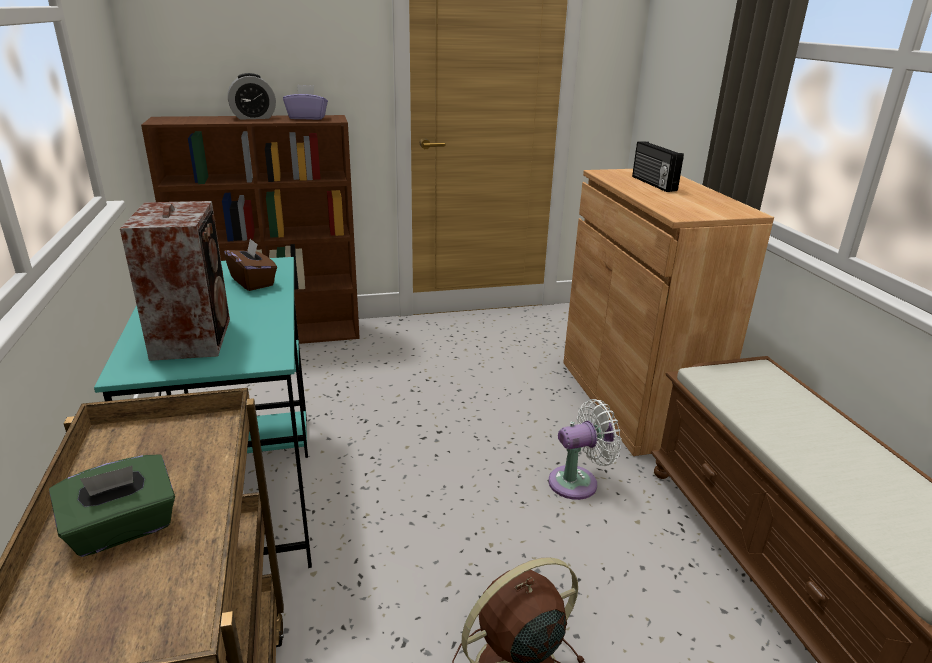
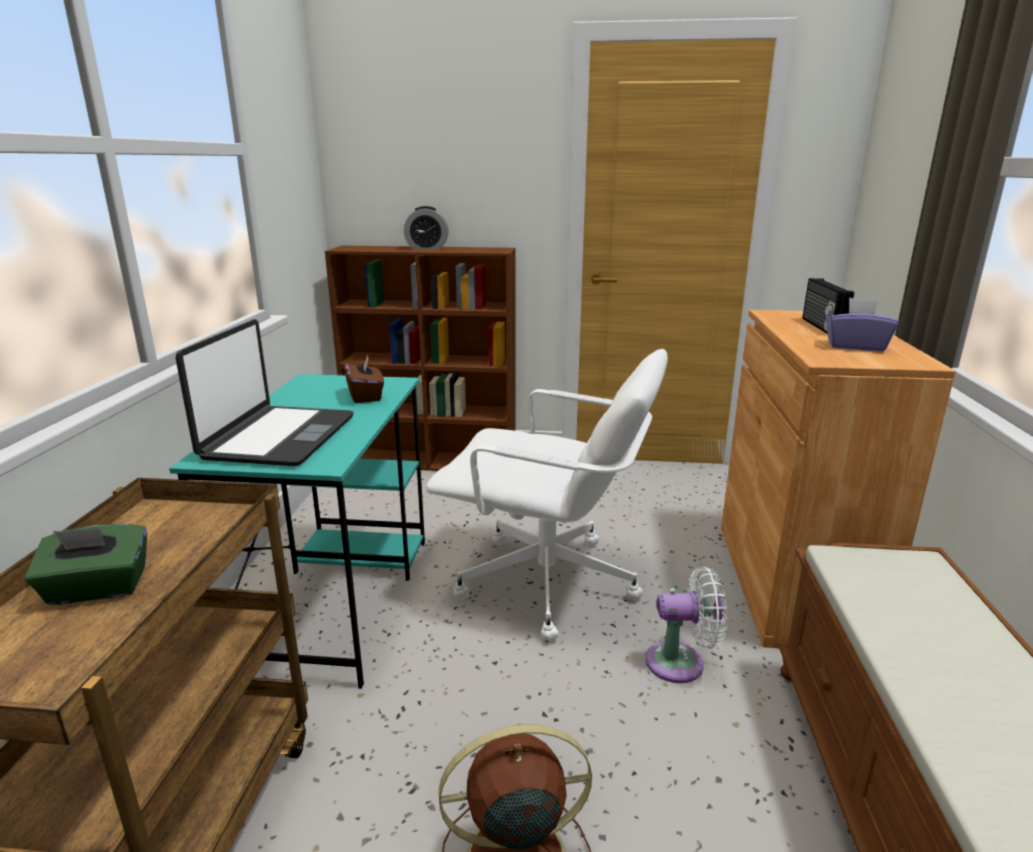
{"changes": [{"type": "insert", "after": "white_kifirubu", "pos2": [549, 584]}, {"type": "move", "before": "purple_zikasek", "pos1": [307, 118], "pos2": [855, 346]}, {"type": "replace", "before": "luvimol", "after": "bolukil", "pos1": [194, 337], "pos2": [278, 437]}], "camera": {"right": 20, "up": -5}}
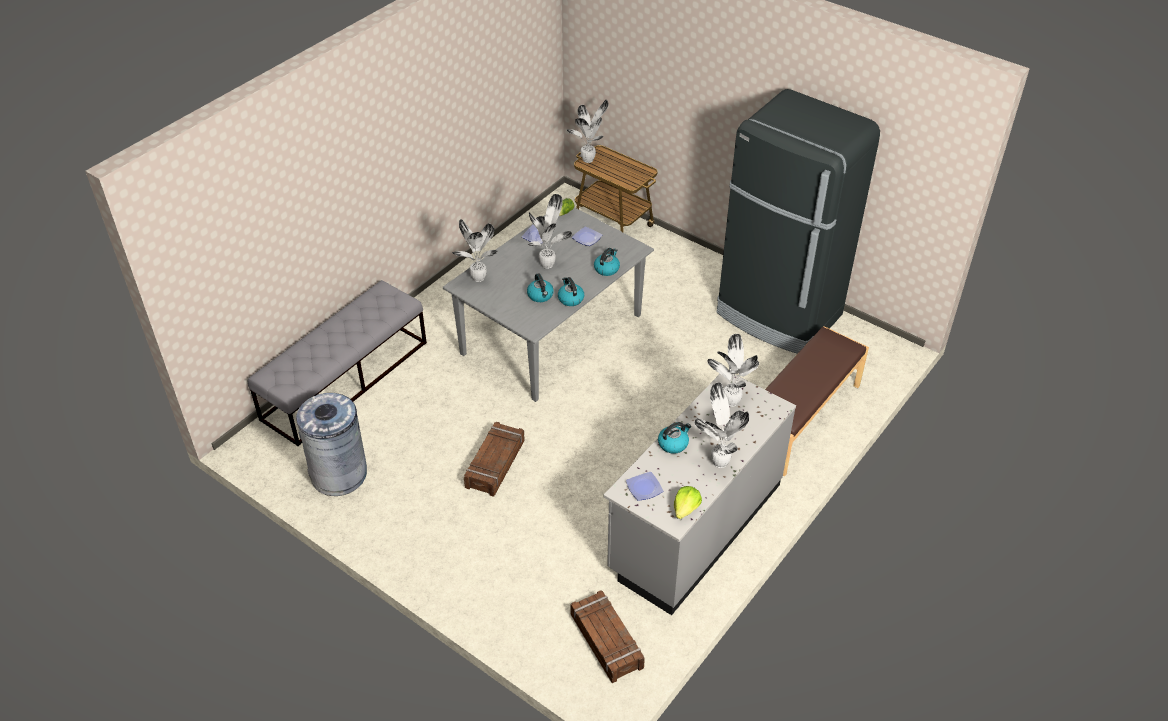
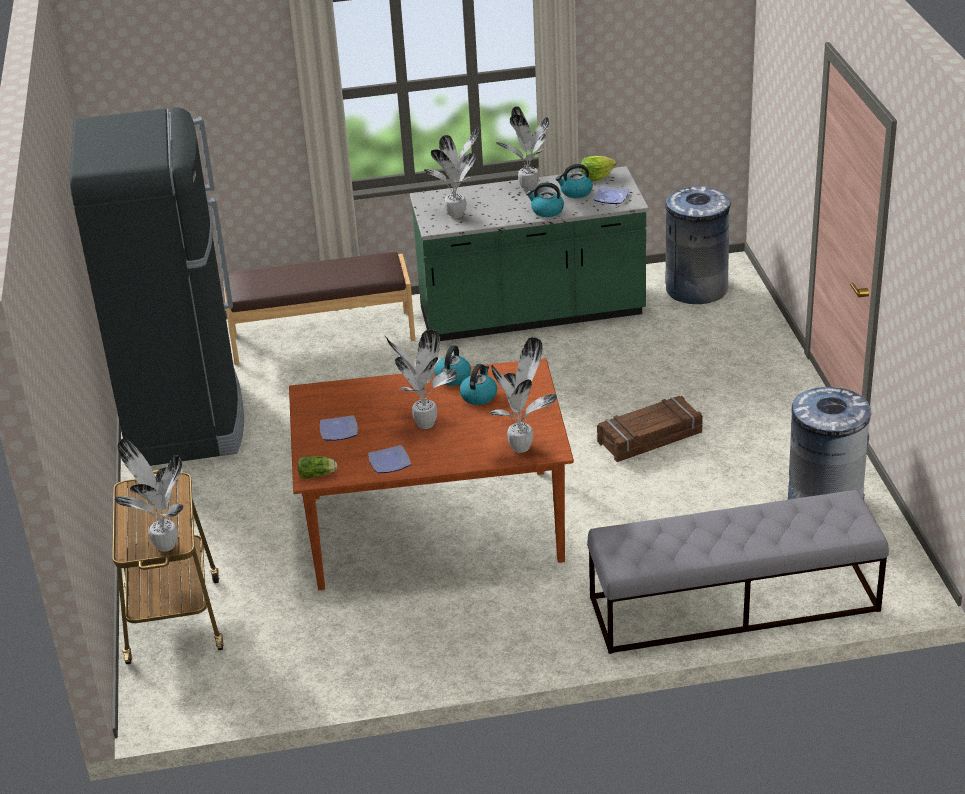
{"changes": [{"type": "move", "before": "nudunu", "pos1": [607, 269], "pos2": [575, 192]}, {"type": "replace", "before": "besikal", "after": "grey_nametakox", "pos1": [605, 641], "pos2": [696, 289]}, {"type": "recolor", "before": "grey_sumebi", "after": "brown_sumebi", "pos1": [552, 335], "pos2": [435, 527]}, {"type": "recolor", "before": "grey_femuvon", "after": "green_femuvon", "pos1": [694, 527], "pos2": [532, 315]}], "camera": {"right": -135, "up": -10}}
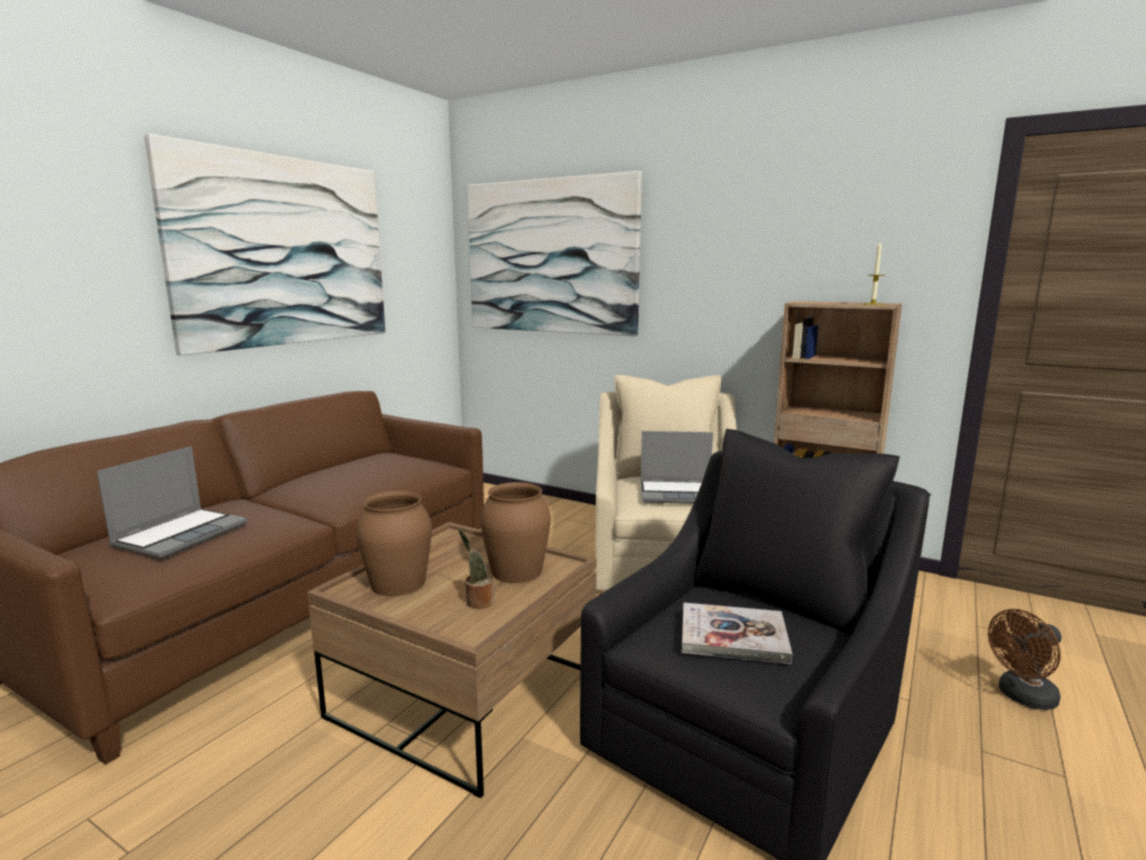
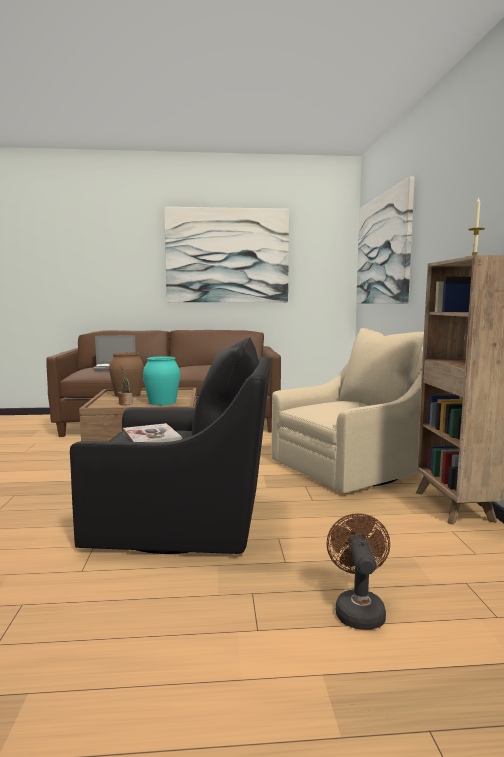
{"changes": [{"type": "delete", "before": "bolukil", "pos1": [678, 493]}, {"type": "recolor", "before": "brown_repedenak", "after": "turquoise_repedenak", "pos1": [516, 571], "pos2": [162, 402]}, {"type": "rotate", "before": "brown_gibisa", "pos1": [1022, 697], "pos2": [358, 609], "turn": 60}], "camera": {"right": 55, "up": -5}}
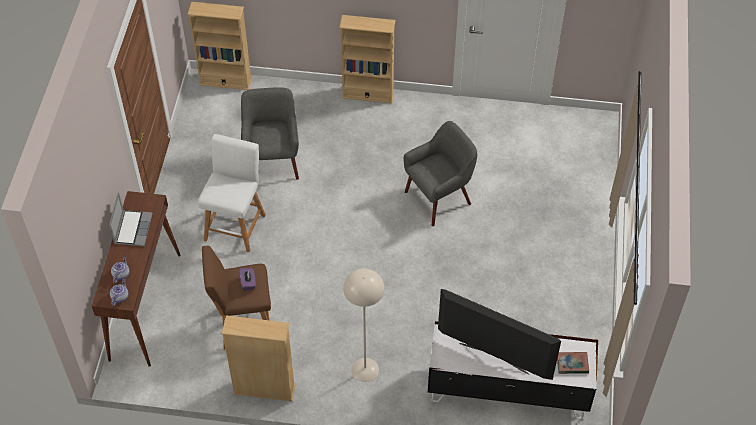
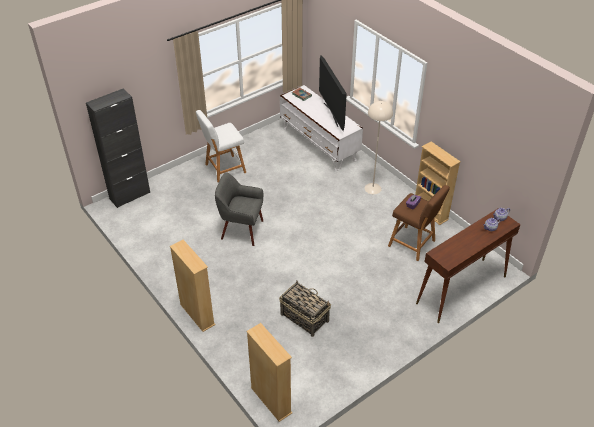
{"changes": [{"type": "delete", "before": "bolukil", "pos1": [132, 228]}, {"type": "insert", "after": "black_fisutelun", "pos2": [130, 195]}, {"type": "move", "before": "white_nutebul", "pos1": [236, 225], "pos2": [223, 169]}, {"type": "replace", "before": "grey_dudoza", "after": "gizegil", "pos1": [273, 161], "pos2": [304, 317]}], "camera": {"right": -135, "up": -10}}
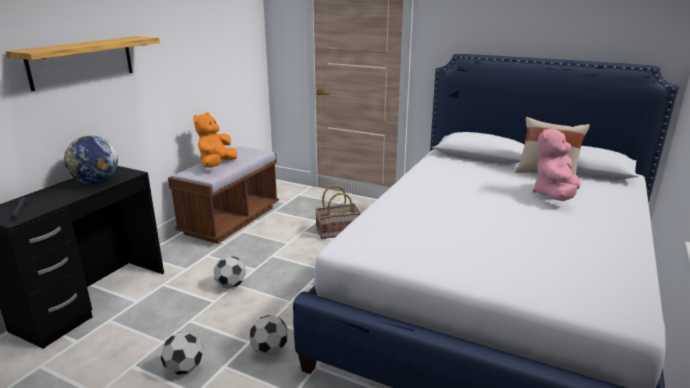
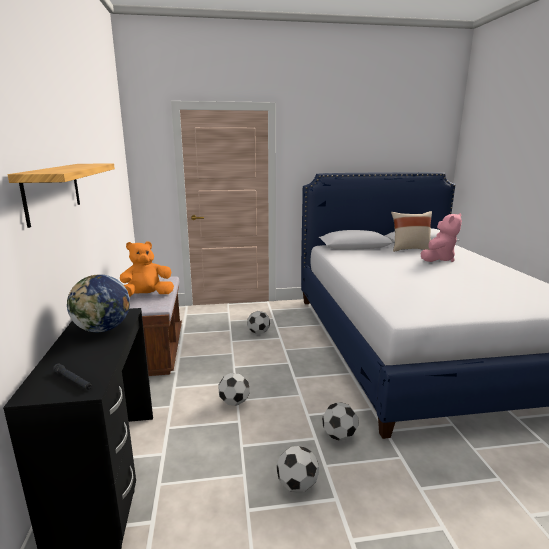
{"changes": [{"type": "replace", "before": "gizegil", "after": "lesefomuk", "pos1": [338, 231], "pos2": [258, 332]}, {"type": "rotate", "before": "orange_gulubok", "pos1": [217, 165], "pos2": [146, 296], "turn": 75}, {"type": "rotate", "before": "pink_gulubok", "pos1": [554, 196], "pos2": [438, 259], "turn": -135}], "camera": {"right": -35, "up": -5}}
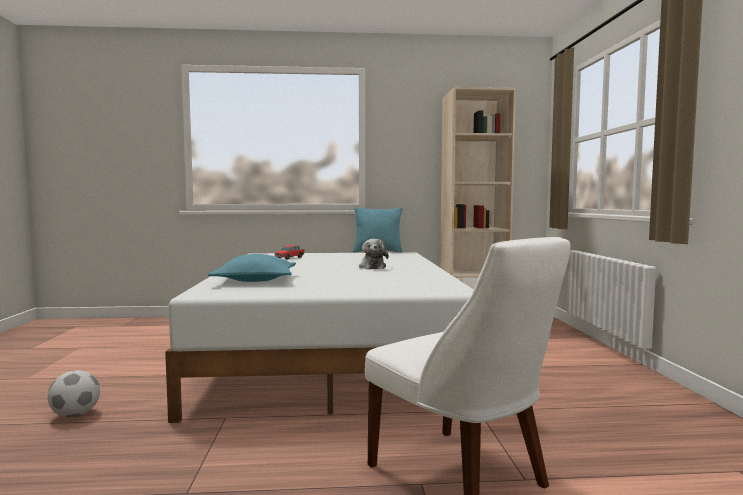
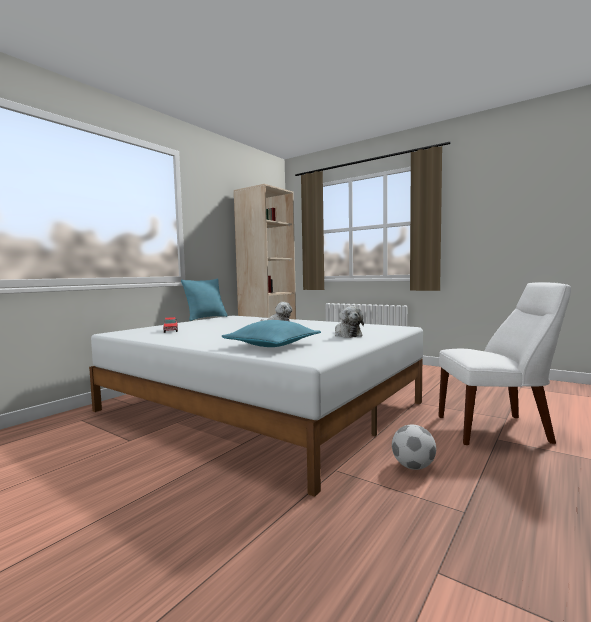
{"changes": [{"type": "insert", "after": "gulubok", "pos2": [347, 335]}, {"type": "move", "before": "lesefomuk", "pos1": [75, 415], "pos2": [413, 467]}], "camera": {"right": -50, "up": 0}}
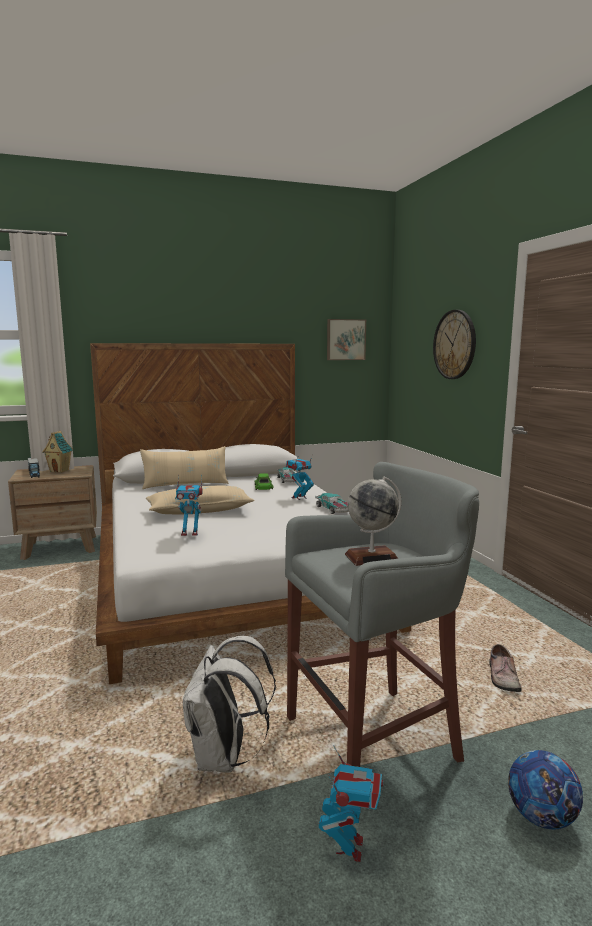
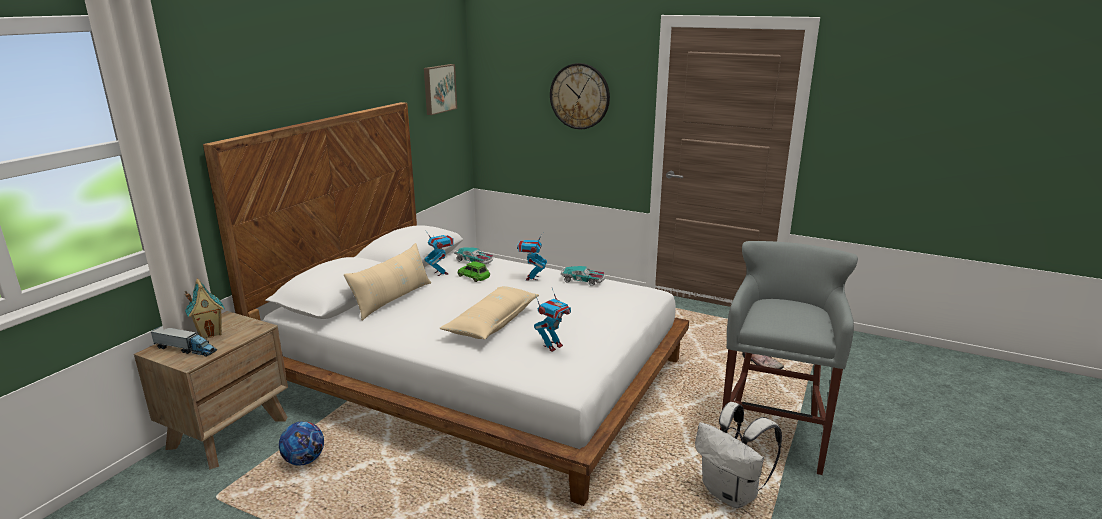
{"changes": [{"type": "delete", "before": "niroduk", "pos1": [371, 557]}, {"type": "move", "before": "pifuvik", "pos1": [350, 847], "pos2": [441, 273]}, {"type": "move", "before": "lesefomuk", "pos1": [541, 817], "pos2": [304, 460]}], "camera": {"right": -45, "up": 10}}
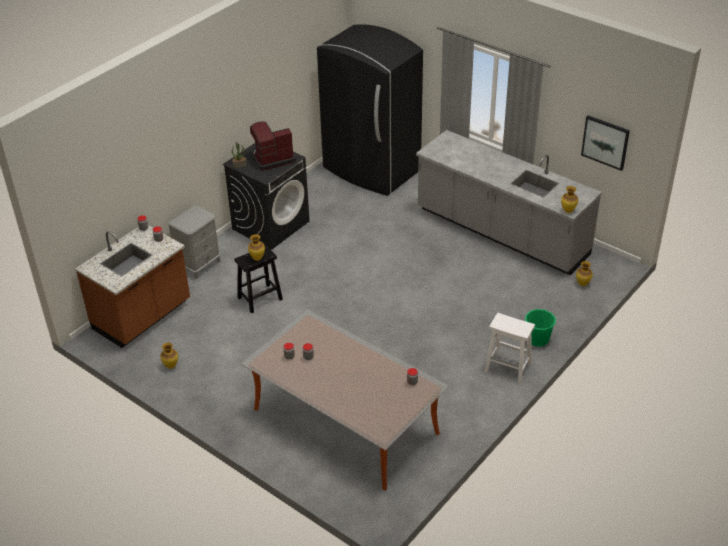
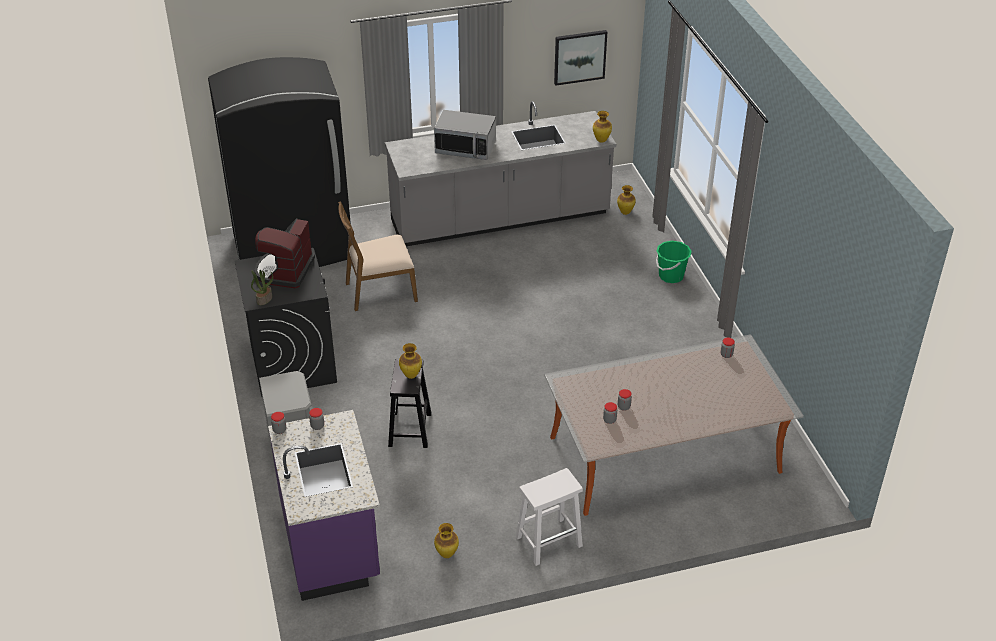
{"changes": [{"type": "insert", "after": "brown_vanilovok", "pos2": [380, 291]}, {"type": "insert", "after": "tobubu", "pos2": [465, 148]}, {"type": "move", "before": "white_nutebul", "pos1": [508, 367], "pos2": [549, 541]}, {"type": "recolor", "before": "brown_femuvon", "after": "purple_femuvon", "pos1": [142, 316], "pos2": [332, 542]}], "camera": {"right": -55, "up": 0}}
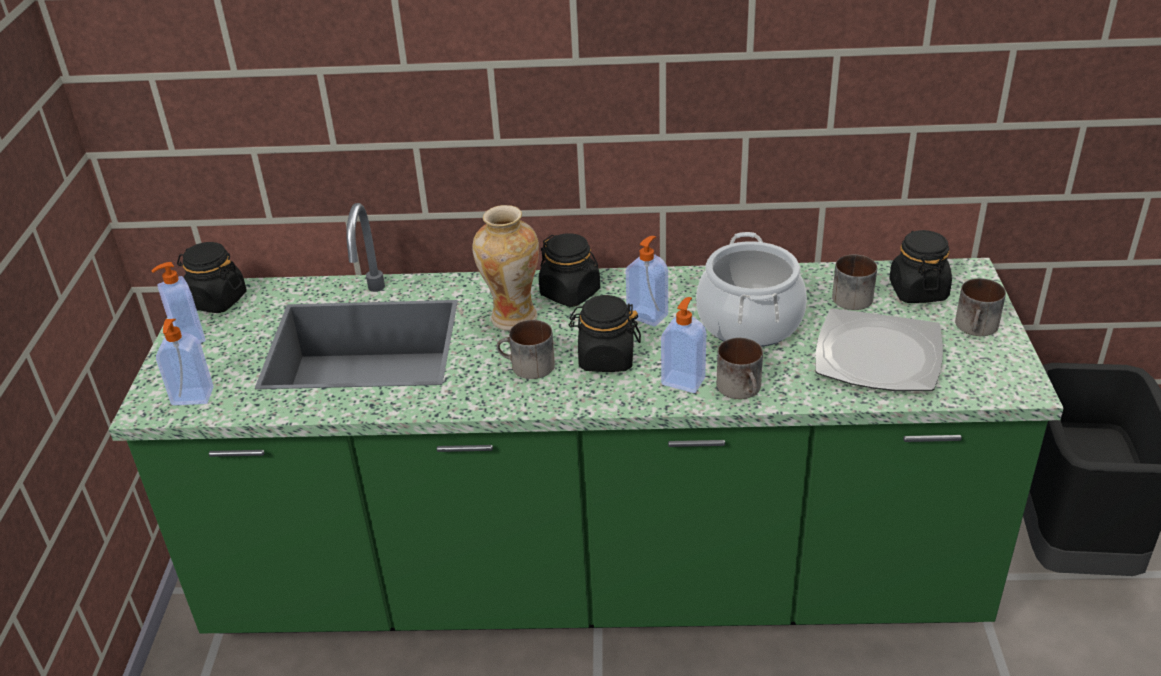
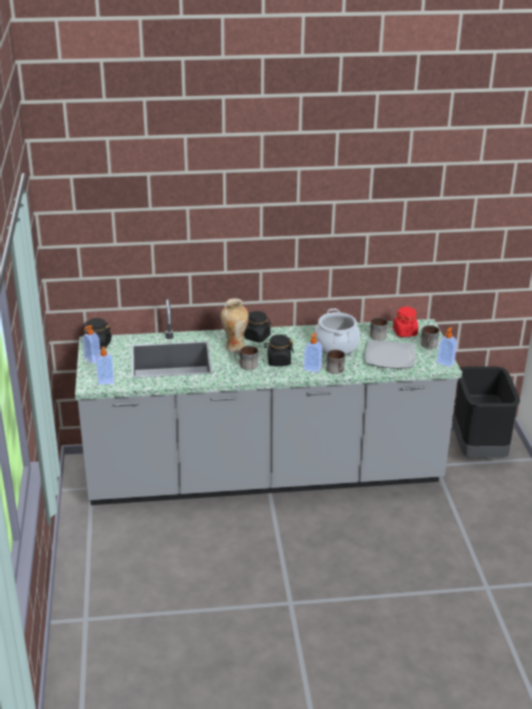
{"changes": [{"type": "move", "before": "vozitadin", "pos1": [648, 315], "pos2": [445, 362]}, {"type": "recolor", "before": "green_femuvon", "after": "grey_femuvon", "pos1": [593, 579], "pos2": [264, 475]}, {"type": "recolor", "before": "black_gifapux", "after": "red_gifapux", "pos1": [917, 291], "pos2": [404, 332]}], "camera": {"right": -10, "up": -5}}
